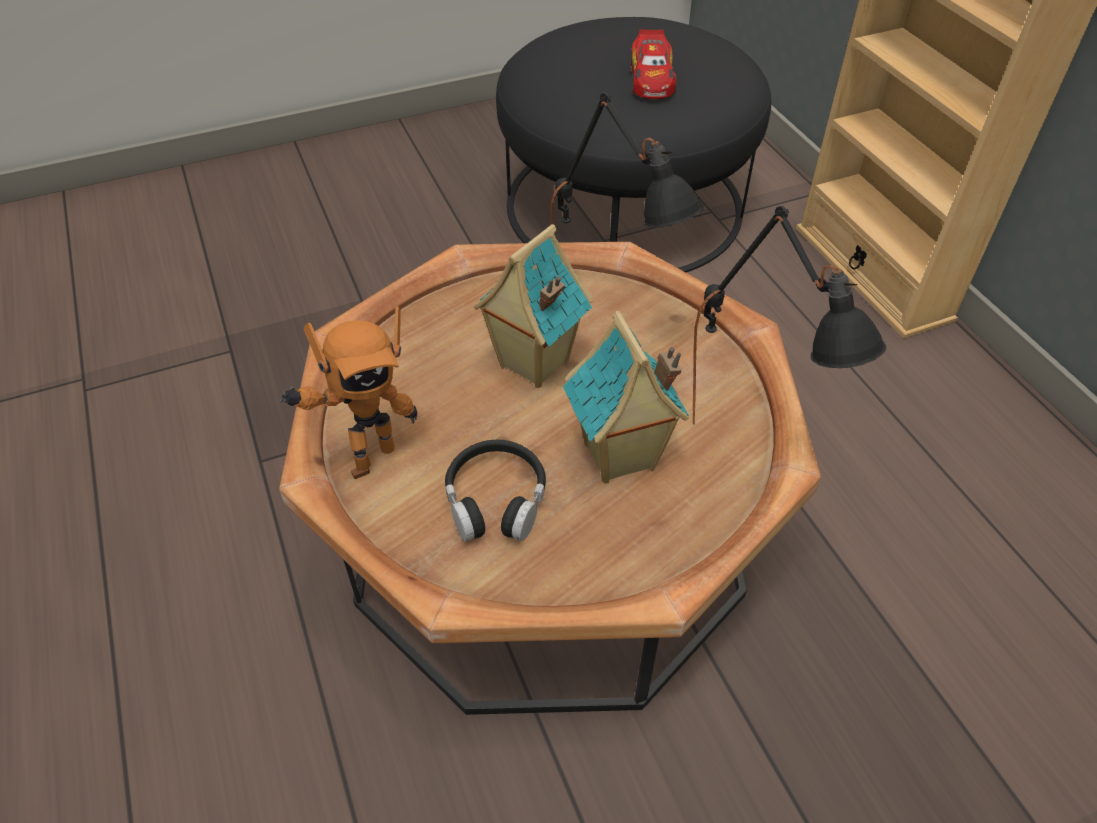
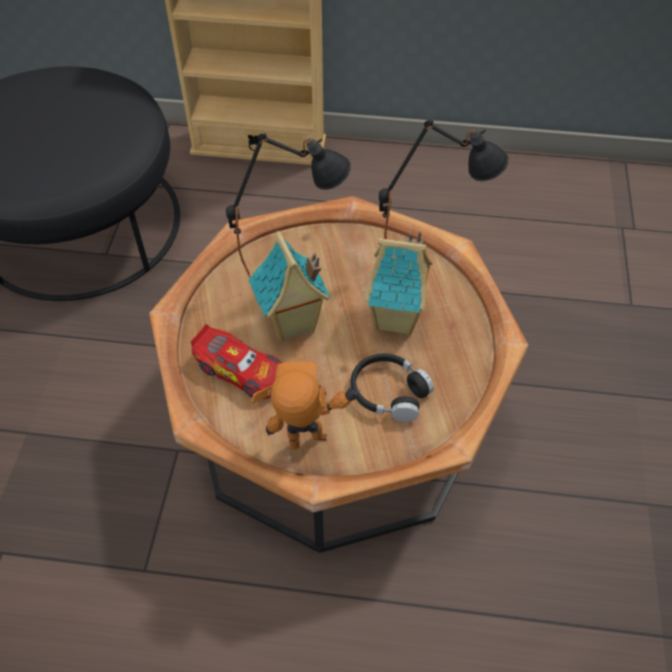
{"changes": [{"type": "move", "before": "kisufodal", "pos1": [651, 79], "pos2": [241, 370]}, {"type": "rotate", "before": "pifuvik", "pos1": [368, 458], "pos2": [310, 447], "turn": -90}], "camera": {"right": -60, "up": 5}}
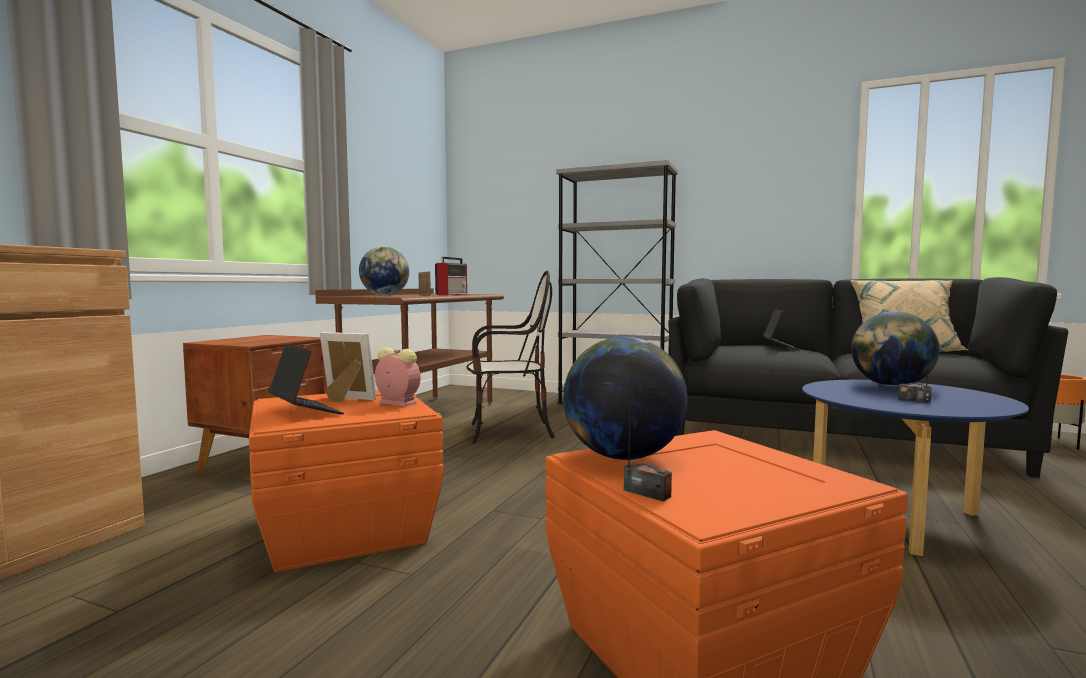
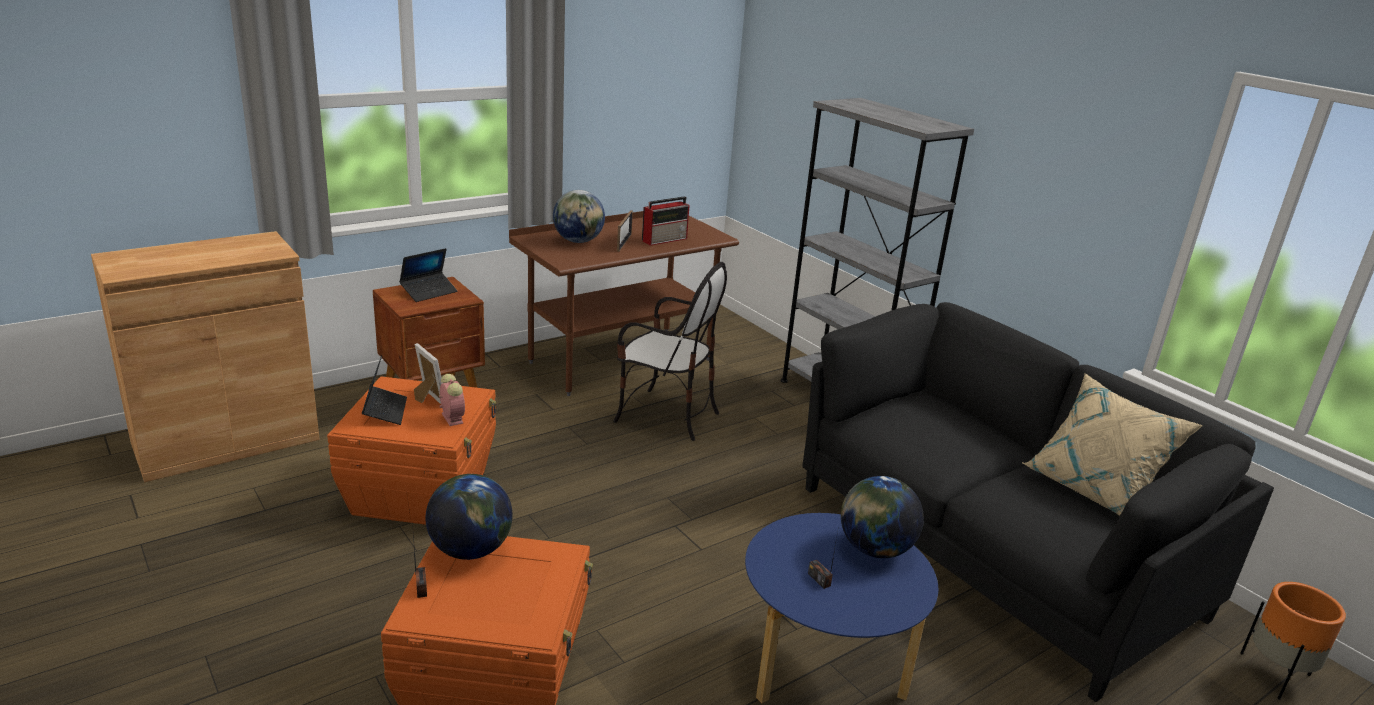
{"changes": [{"type": "move", "before": "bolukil", "pos1": [780, 348], "pos2": [429, 292]}], "camera": {"right": 30, "up": 20}}
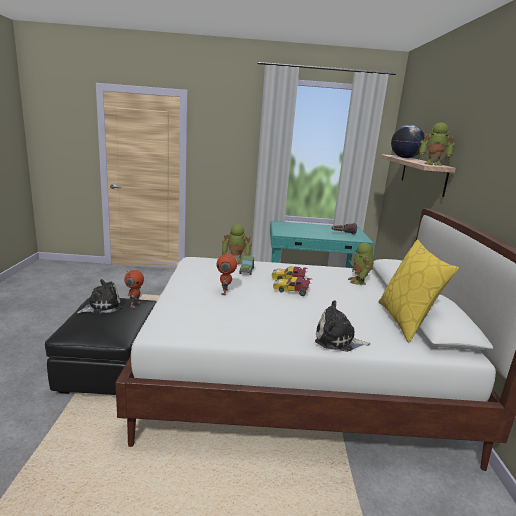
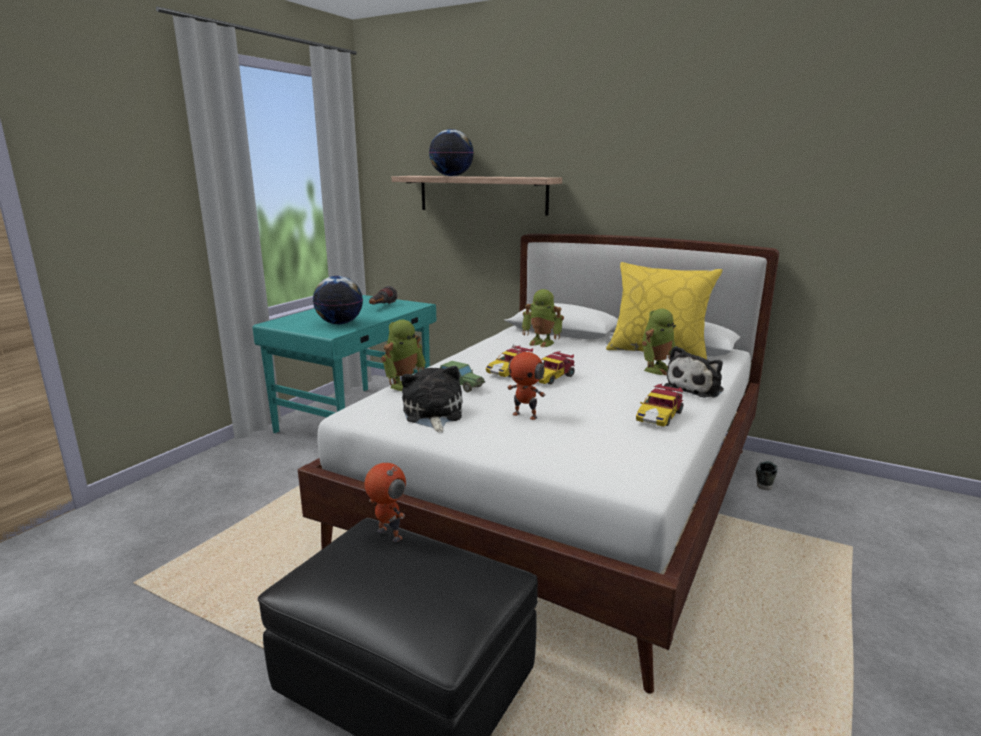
{"changes": [{"type": "insert", "after": "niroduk", "pos2": [340, 323]}, {"type": "insert", "after": "kisufodal", "pos2": [659, 416]}, {"type": "insert", "after": "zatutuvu", "pos2": [765, 478]}, {"type": "move", "before": "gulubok", "pos1": [101, 306], "pos2": [432, 415]}, {"type": "move", "before": "pifuvik", "pos1": [433, 164], "pos2": [656, 369]}], "camera": {"right": -60, "up": 0}}
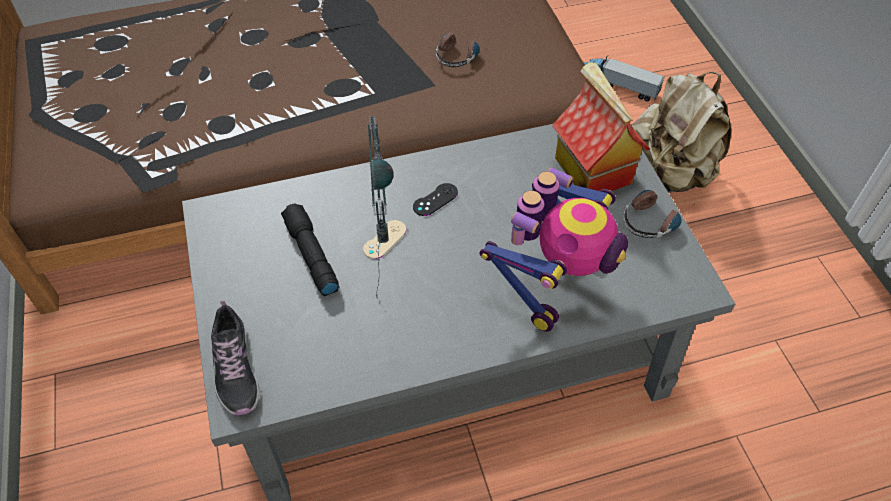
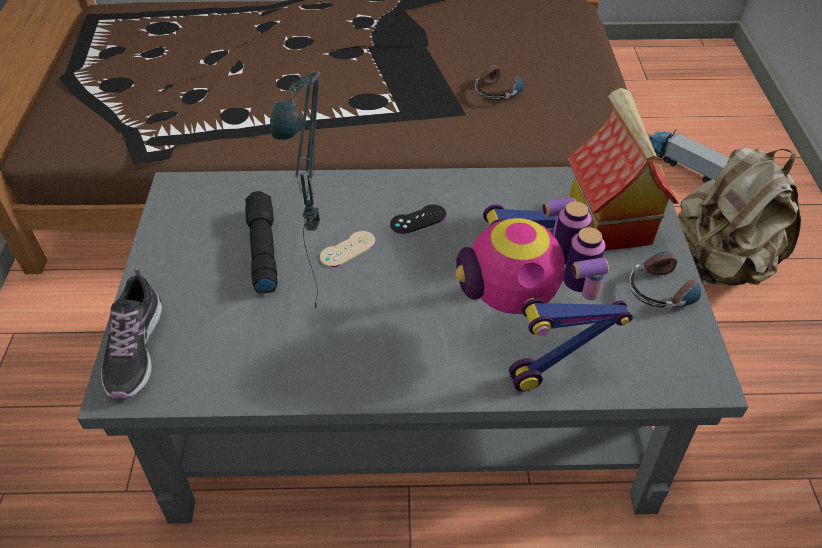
{"changes": [{"type": "rotate", "before": "pifuvik", "pos1": [553, 280], "pos2": [525, 331], "turn": 120}], "camera": {"right": 15, "up": -5}}
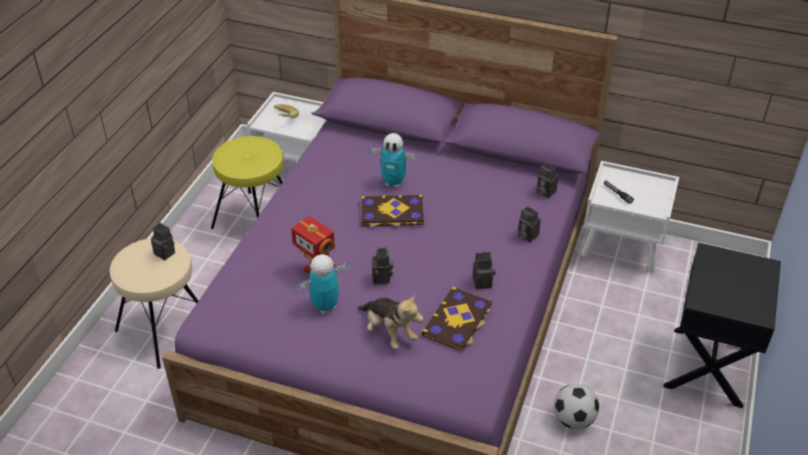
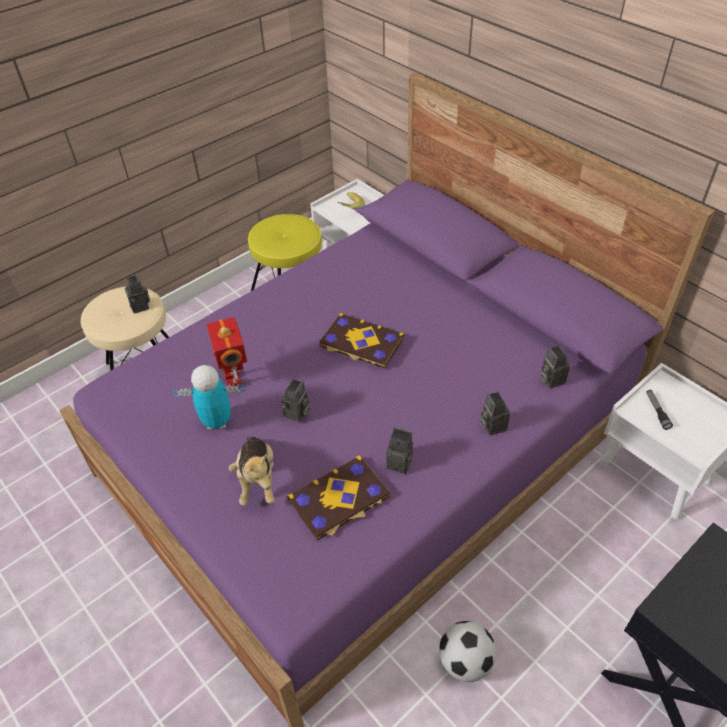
{"changes": [{"type": "delete", "before": "pifuvik", "pos1": [393, 182]}], "camera": {"right": 30, "up": 5}}
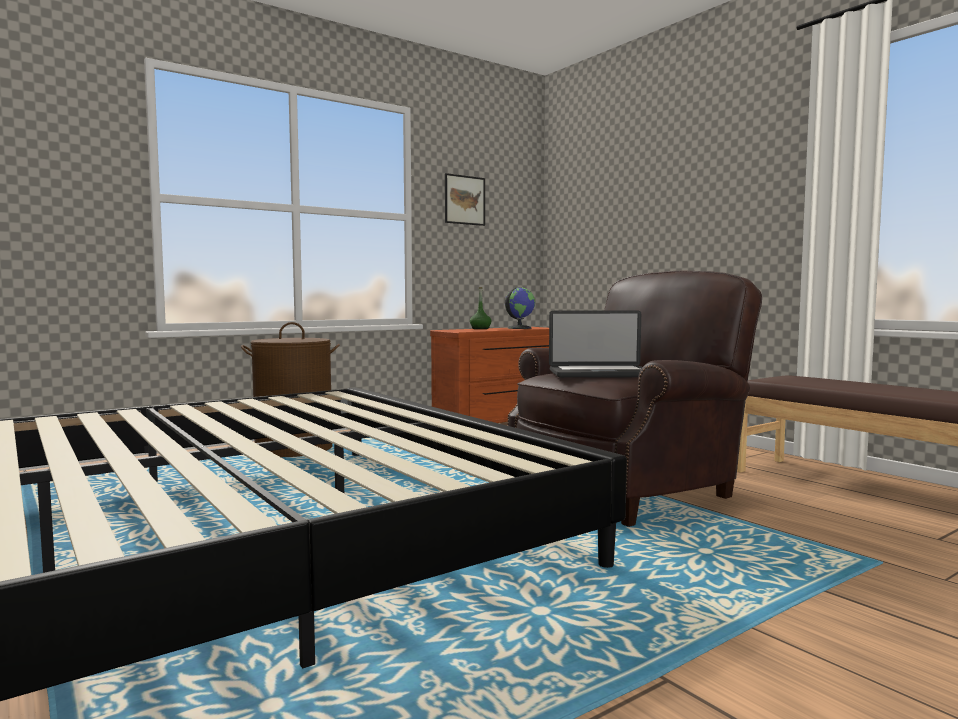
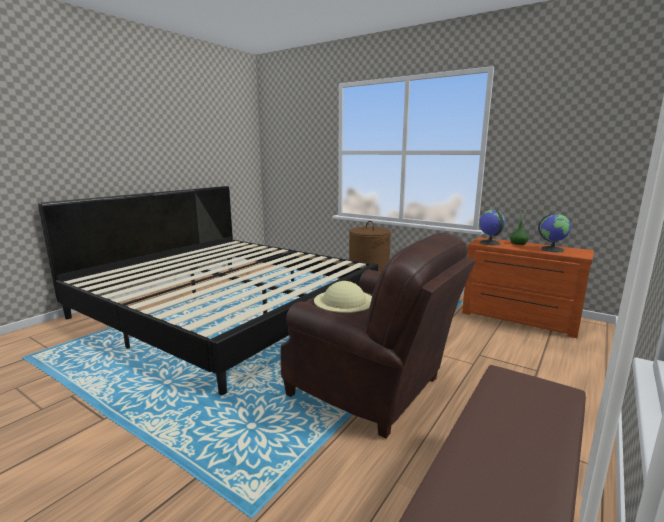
{"changes": [{"type": "delete", "before": "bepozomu", "pos1": [464, 200]}, {"type": "insert", "after": "niroduk", "pos2": [489, 243]}, {"type": "replace", "before": "bolukil", "after": "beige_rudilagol", "pos1": [600, 374], "pos2": [344, 300]}], "camera": {"right": 70, "up": 10}}
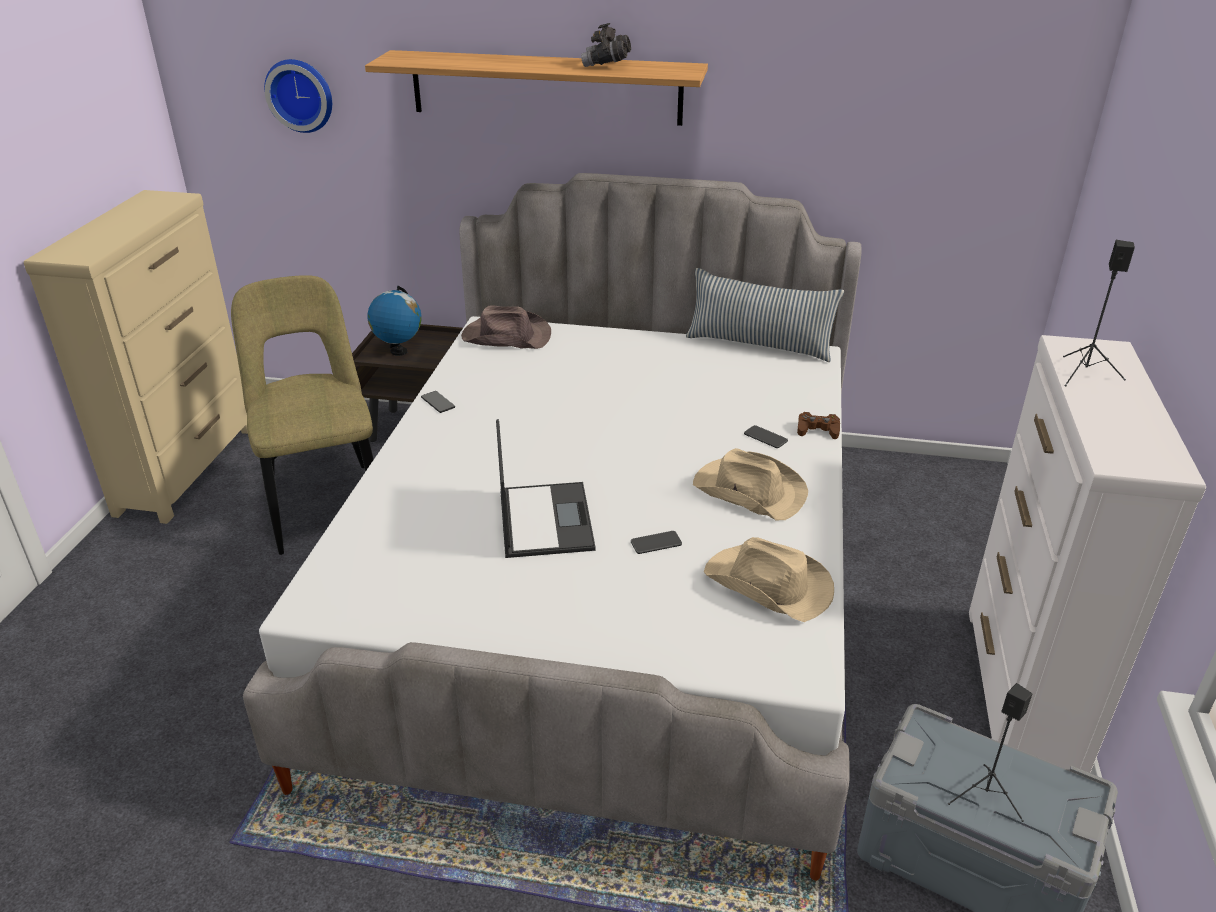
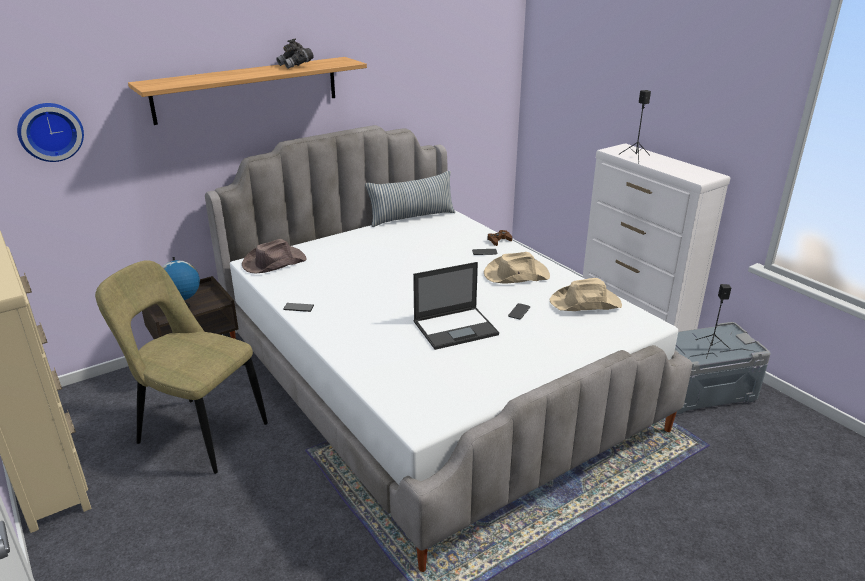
{"changes": [{"type": "rotate", "before": "bolukil", "pos1": [545, 519], "pos2": [456, 328], "turn": 120}], "camera": {"right": -45, "up": -5}}
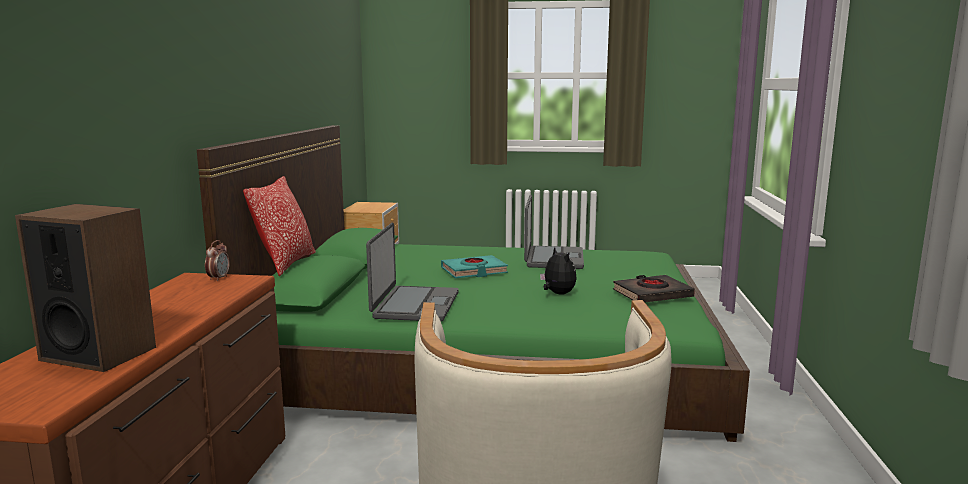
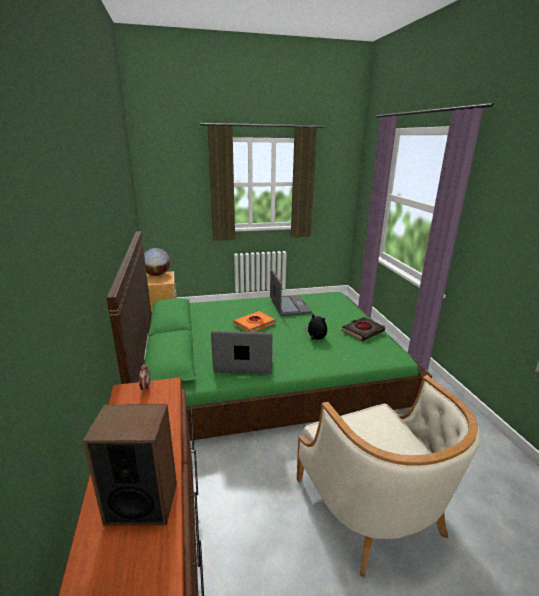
{"changes": [{"type": "delete", "before": "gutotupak", "pos1": [285, 263]}, {"type": "insert", "after": "niroduk", "pos2": [157, 275]}, {"type": "recolor", "before": "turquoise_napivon", "after": "orange_napivon", "pos1": [474, 271], "pos2": [254, 324]}, {"type": "rotate", "before": "bolukil", "pos1": [415, 305], "pos2": [244, 363], "turn": -75}], "camera": {"right": -20, "up": 10}}
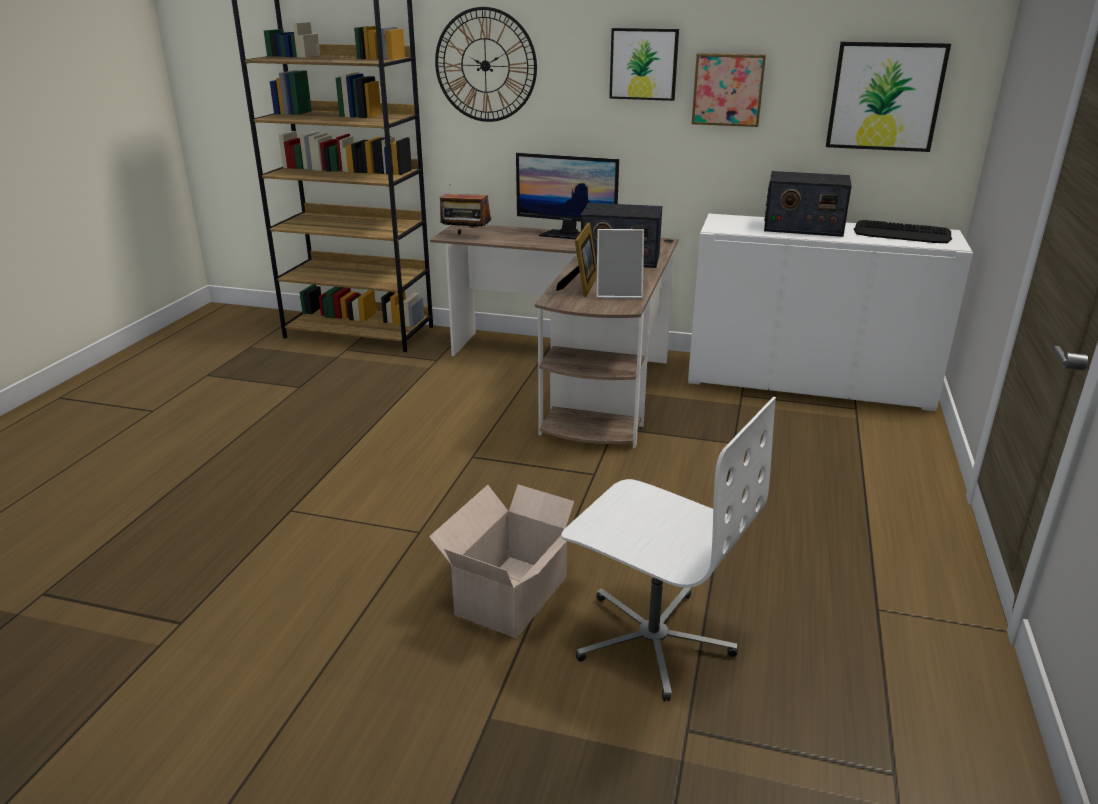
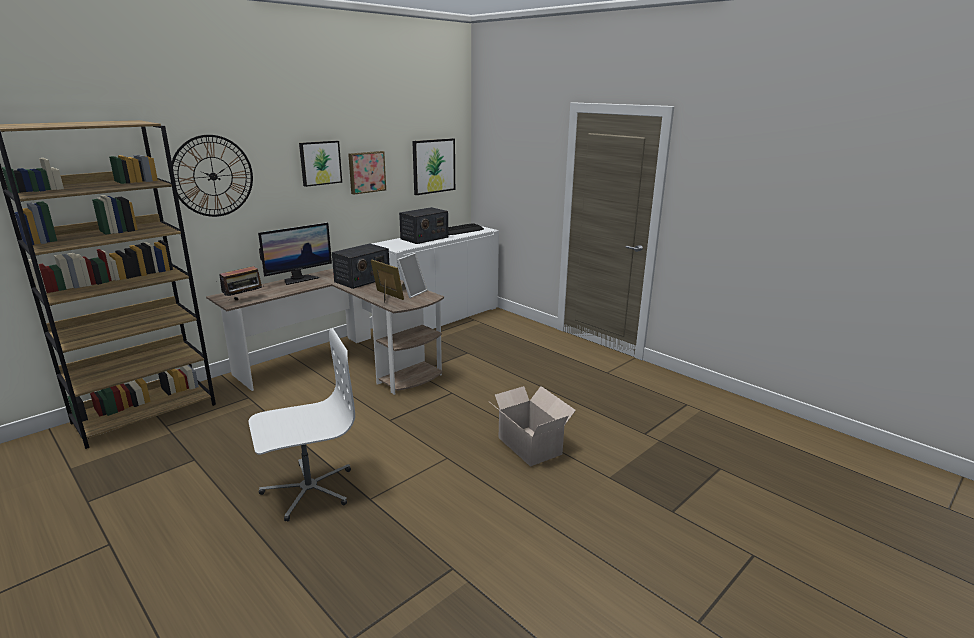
{"changes": [{"type": "move", "before": "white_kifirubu", "pos1": [652, 639], "pos2": [308, 489]}], "camera": {"right": -60, "up": -5}}
